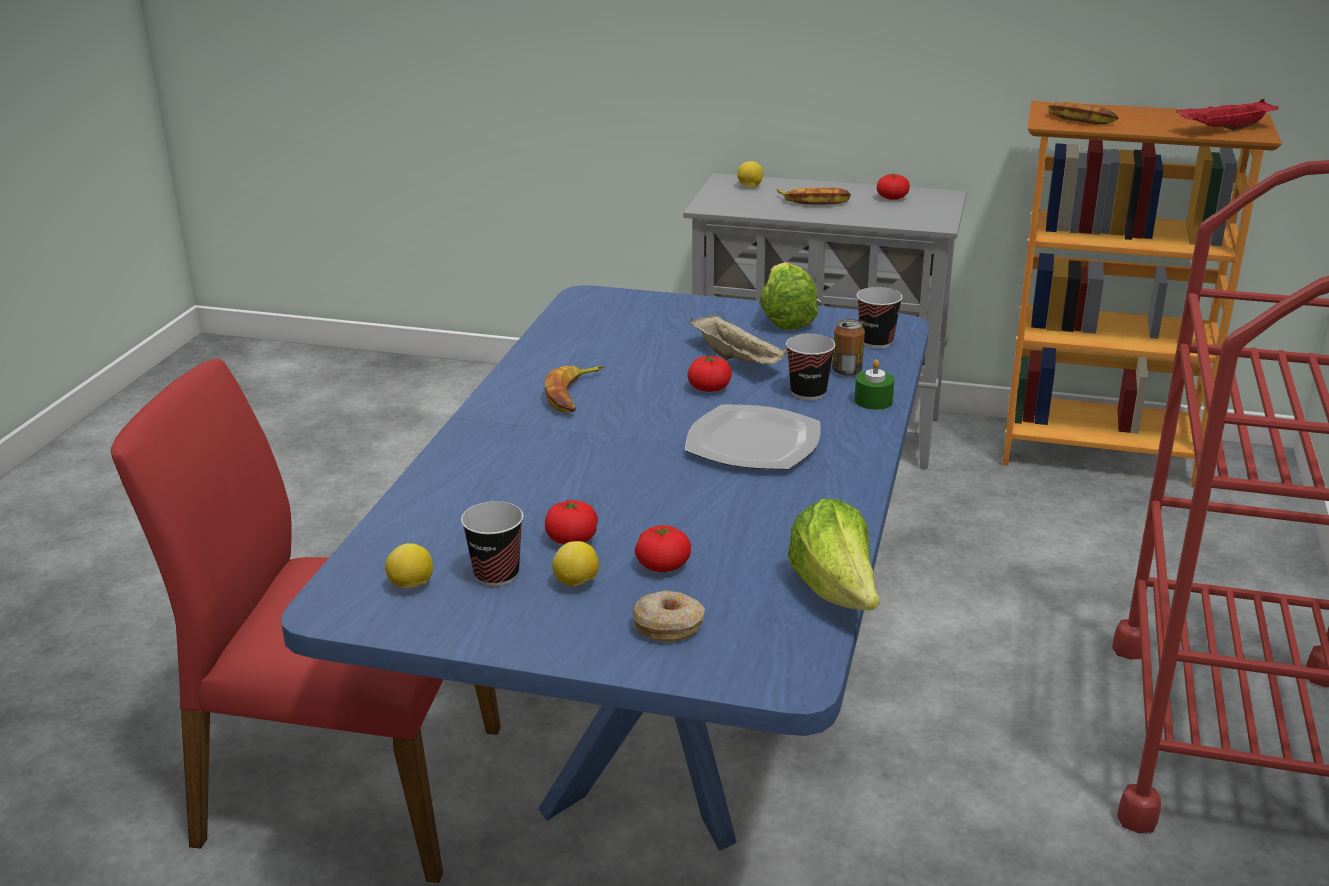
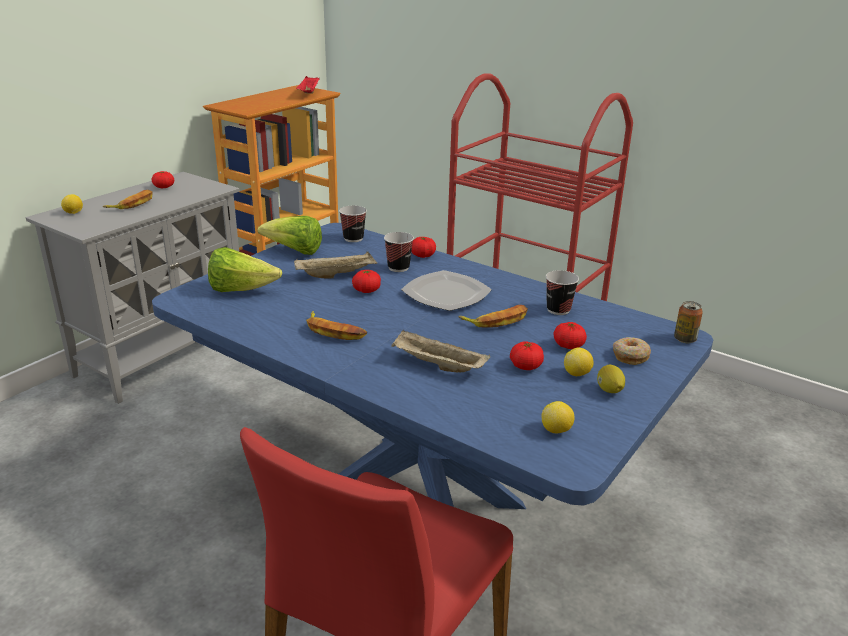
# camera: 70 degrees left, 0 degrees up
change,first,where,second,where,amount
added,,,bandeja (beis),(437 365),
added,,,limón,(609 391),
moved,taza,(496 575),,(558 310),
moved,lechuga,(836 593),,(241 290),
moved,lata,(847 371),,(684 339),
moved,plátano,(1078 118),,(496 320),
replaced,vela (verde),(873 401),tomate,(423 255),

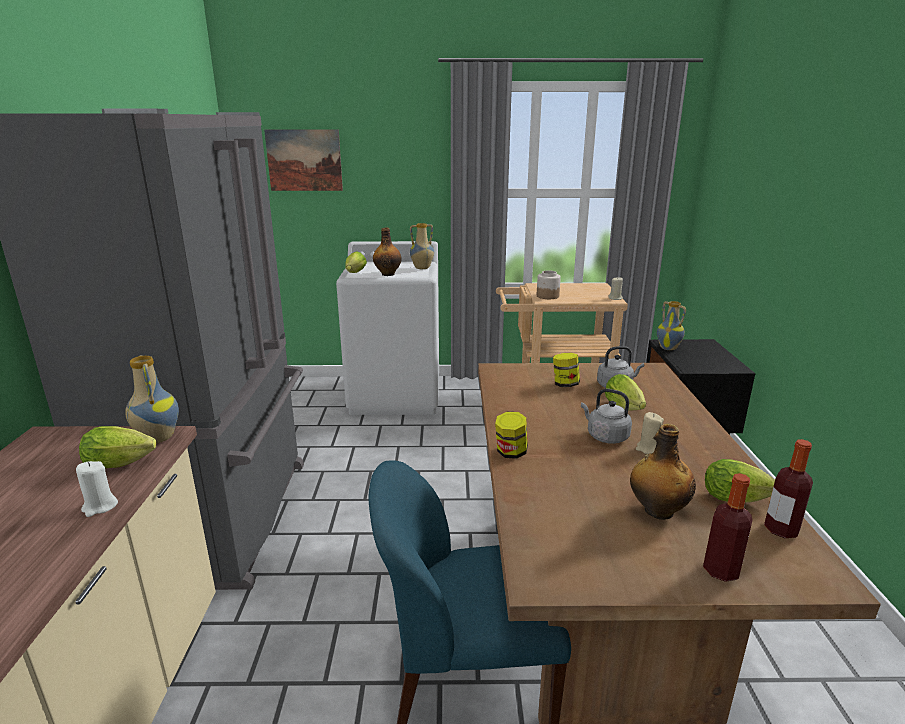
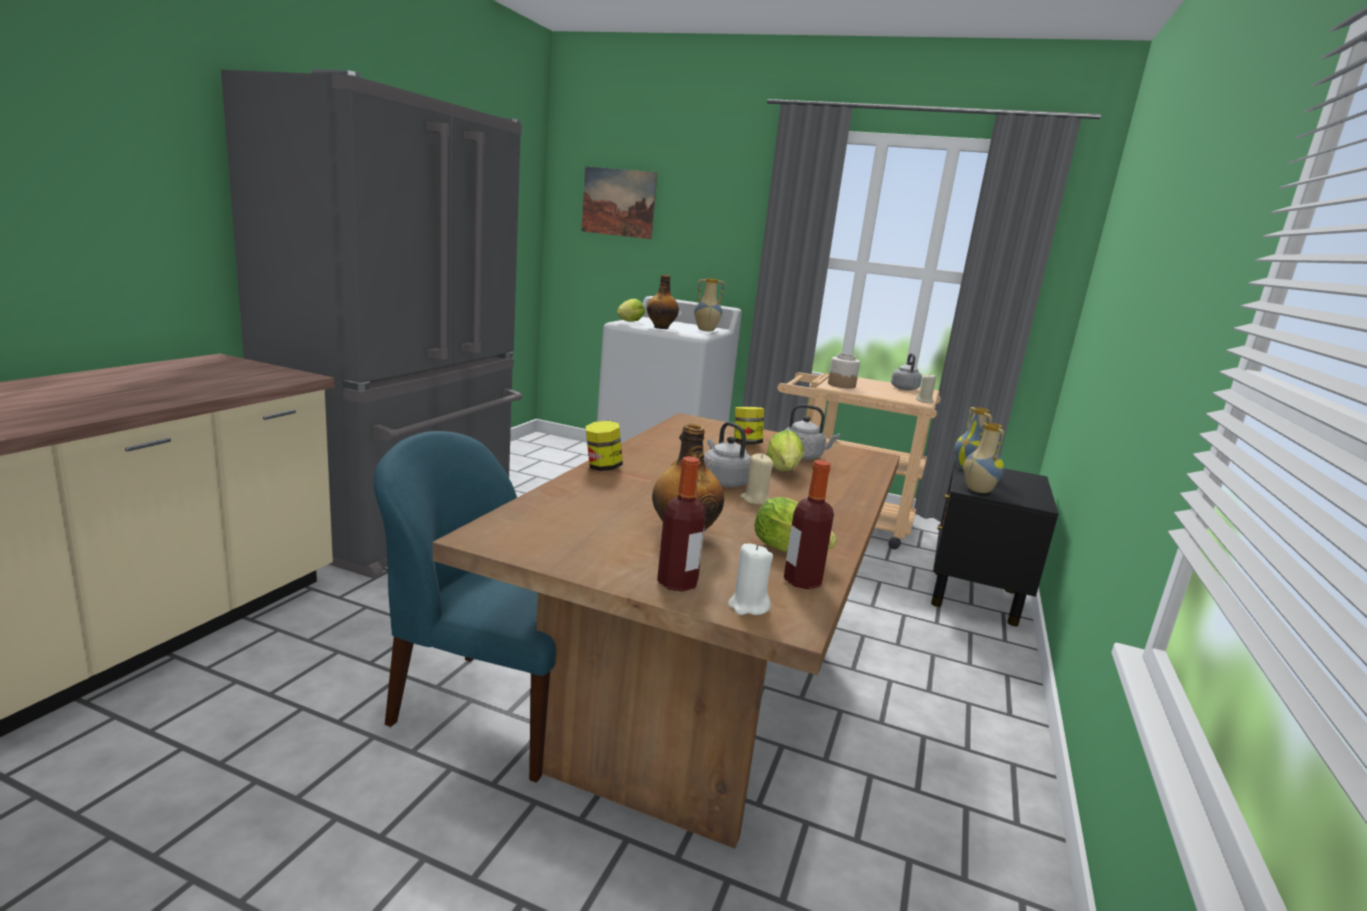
# camera: 20 degrees right, 5 degrees down
change,first,where,second,where,amount
removed,lechuga,(123 464),,,
added,,,hervidor (gris),(904 388),
moved,vela (blanco),(100 507),,(748 606),
moved,florero,(156 438),,(977 490),

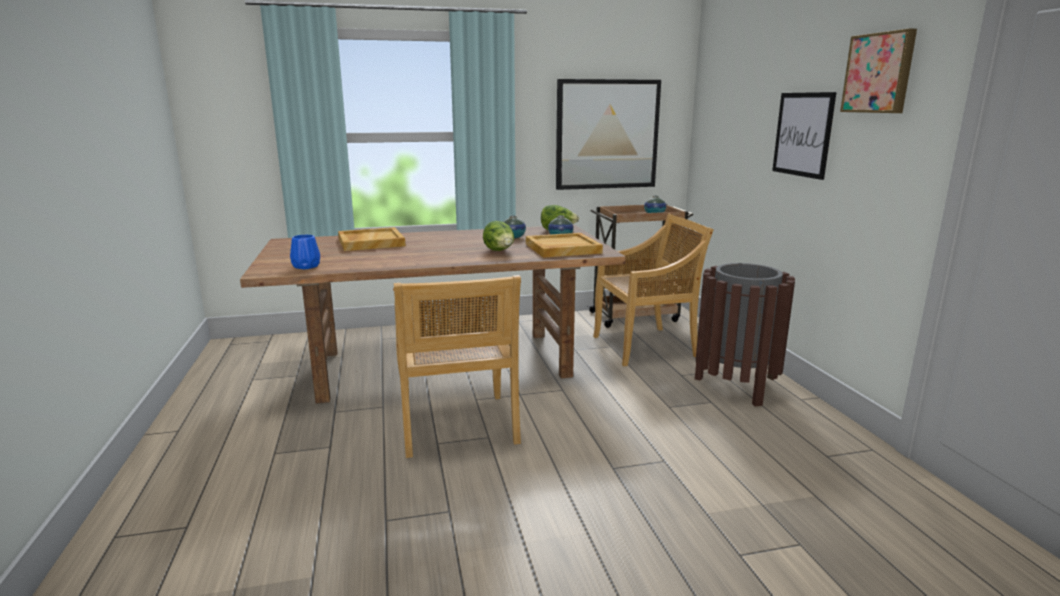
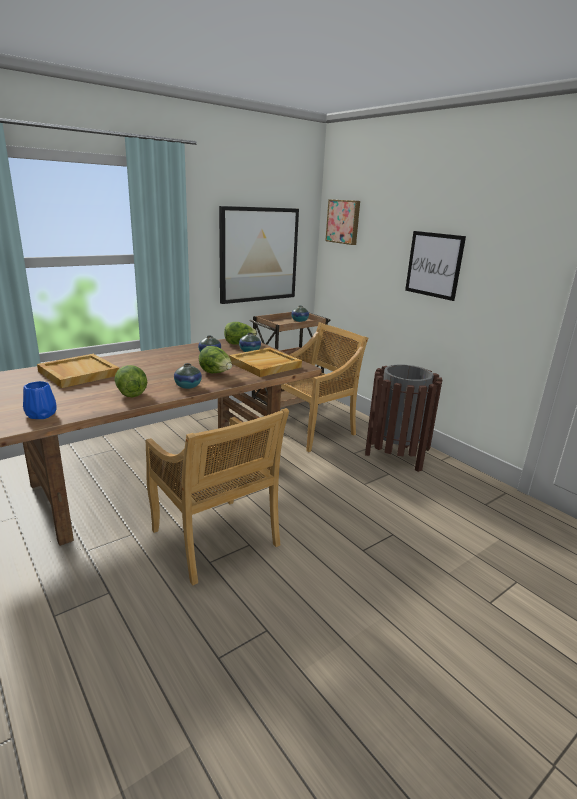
# camera: 25 degrees left, 5 degrees up
change,first,where,second,where,amount
added,,,lechuga,(131 393),
added,,,florero,(188 386),
moved,cuadro,(879 73),,(343 221),

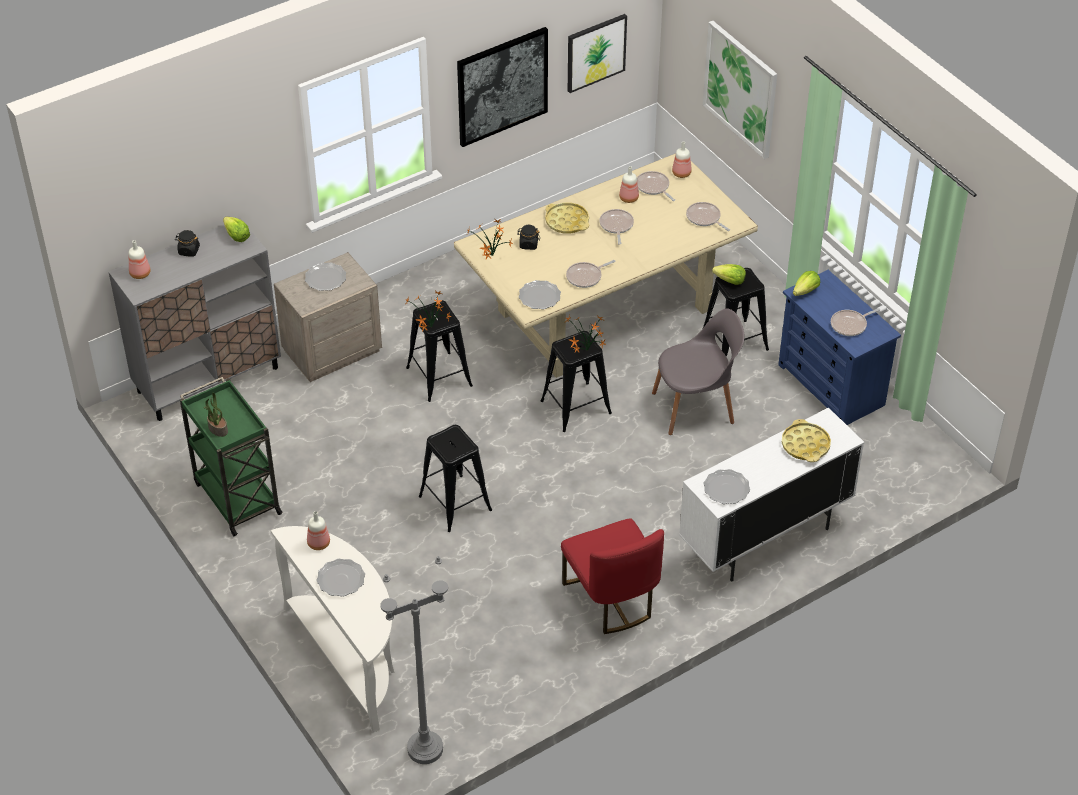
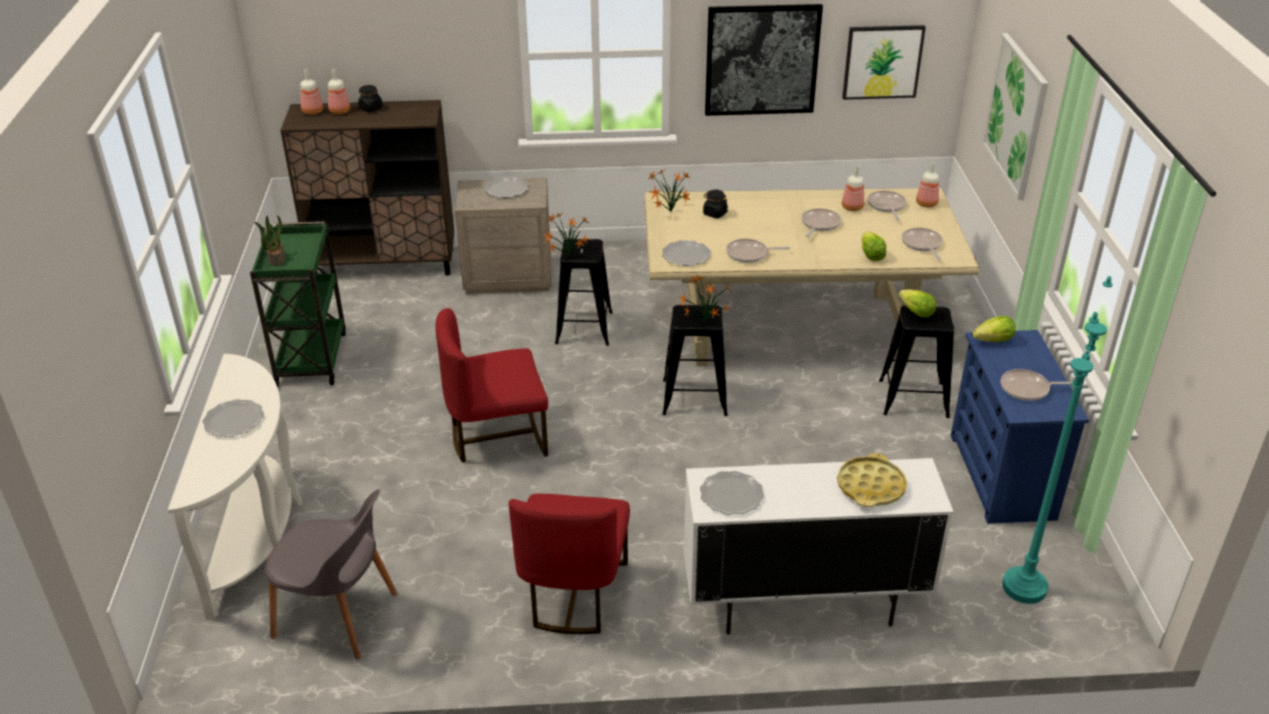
# camera: 30 degrees right, 10 degrees down
change,first,where,second,where,amount
removed,lámpara de pie (gris),(425 748),,,
removed,bandeja (amarillo),(567 221),,,
added,,,lámpara de pie (turquesa),(1024 587),
moved,lechuga,(237 236),,(871 255),
moved,botella,(318 544),,(339 111),
moved,silla (gris),(695 407),,(338 616),
replaced,taburete (negro),(455 503),silla (rojo),(498 437),
recoloured,armario (gris),(208 379),armario (marrón),(385 264),

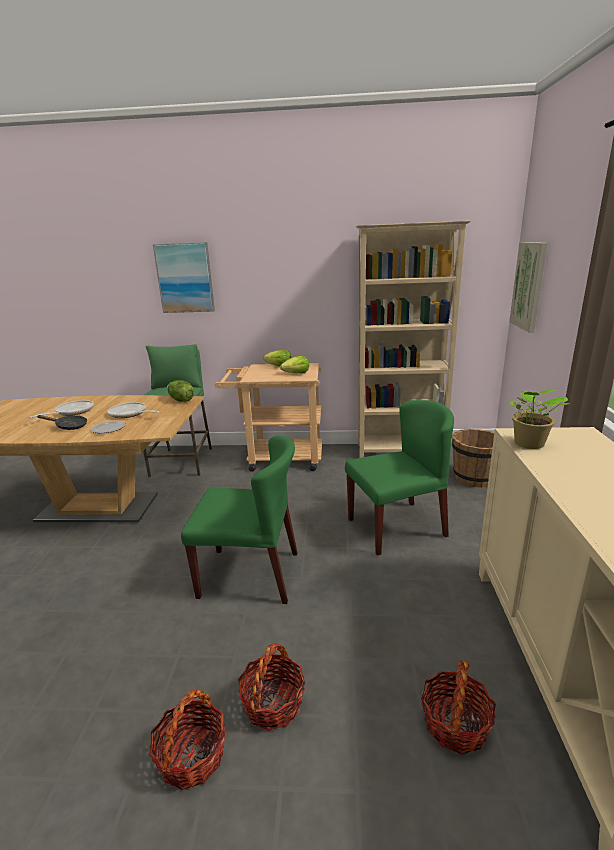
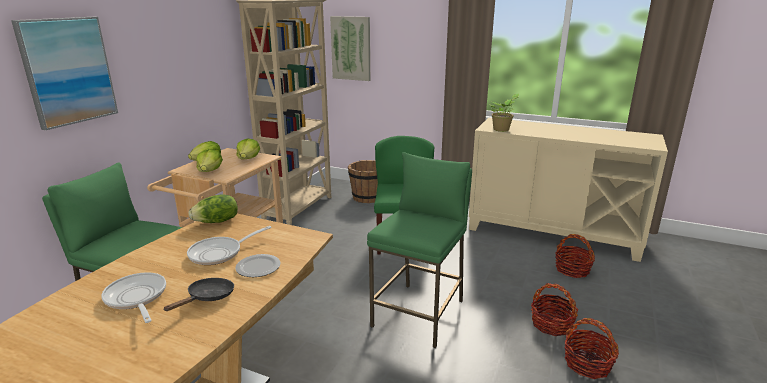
# camera: 70 degrees left, 0 degrees up
change,first,where,second,where,amount
added,,,lechuga,(210 171),
replaced,silla (verde),(250 574),taburete (verde),(419 313),

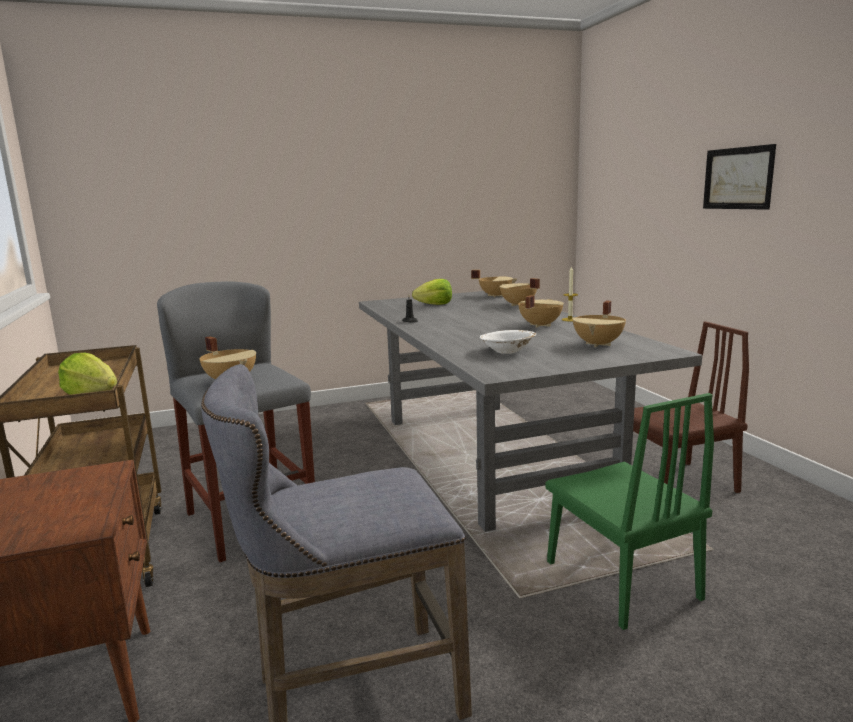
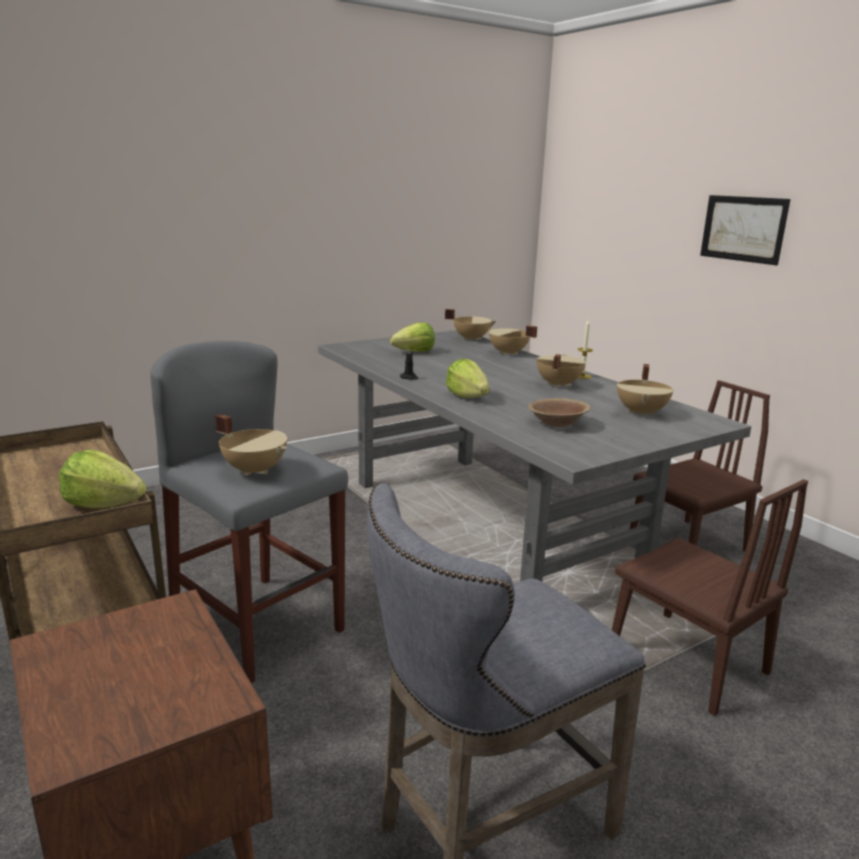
# camera: 15 degrees left, 5 degrees up
change,first,where,second,where,amount
added,,,lechuga,(468 397),
recoloured,cuenco (blanco),(507 351),cuenco (marrón),(557 423),
recoloured,silla (verde),(621 580),silla (marrón),(687 660),

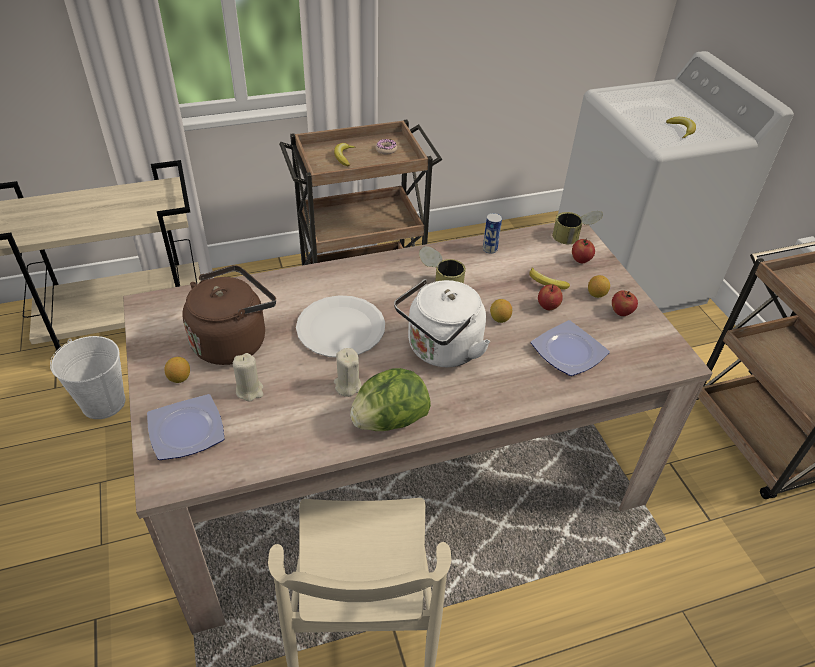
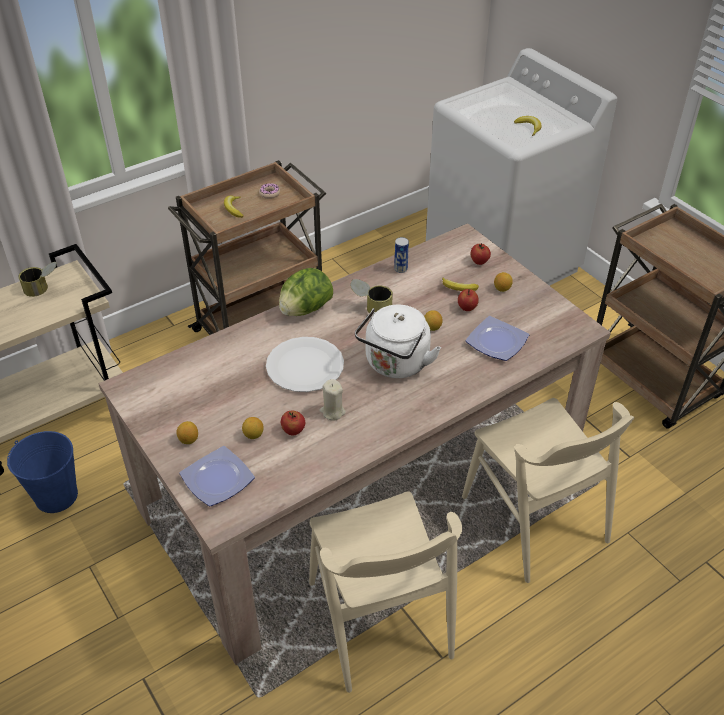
# camera: 15 degrees left, 0 degrees up
change,first,where,second,where,amount
removed,hervidor (marrón),(233 341),,,
added,,,silla (beis),(534 519),
moved,lechuga,(389 420),,(305 309),
moved,lata,(573 237),,(43 288),
moved,manzana,(621 312),,(293 431),
replaced,vela (beis),(249 390),limón,(253 435),
recoloured,cubo (blanco),(103 402),cubo (azul),(56 495),

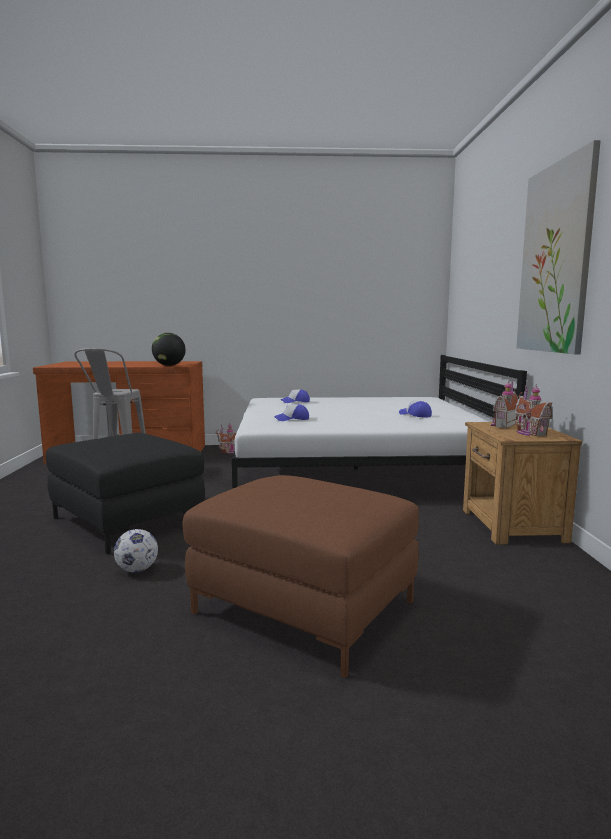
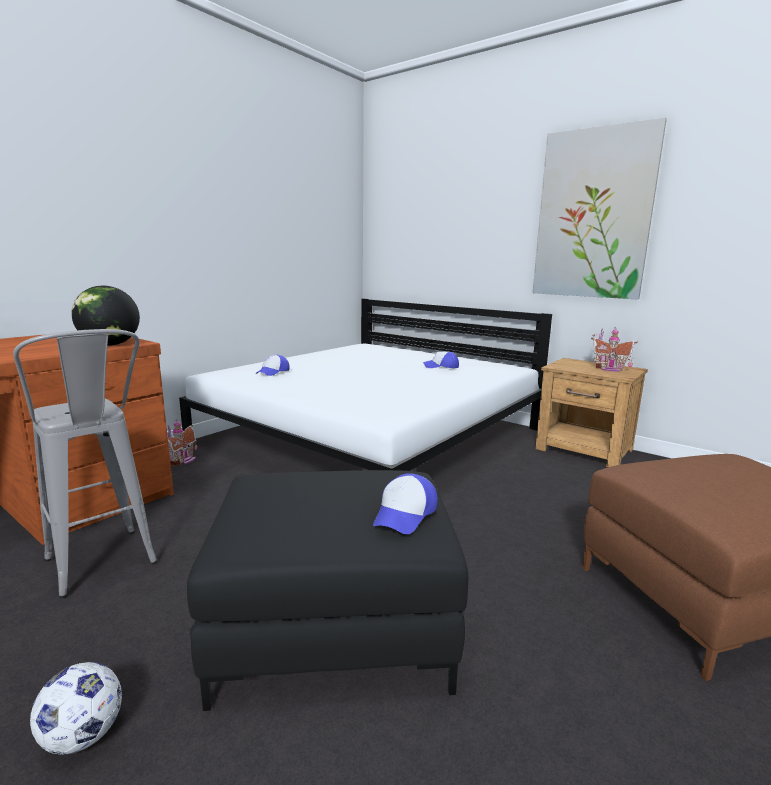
# camera: 50 degrees left, 5 degrees up
change,first,where,second,where,amount
removed,casita,(502 425),,,
moved,balón de fútbol,(137 570),,(83 736),
moved,gorra,(292 419),,(405 514),

